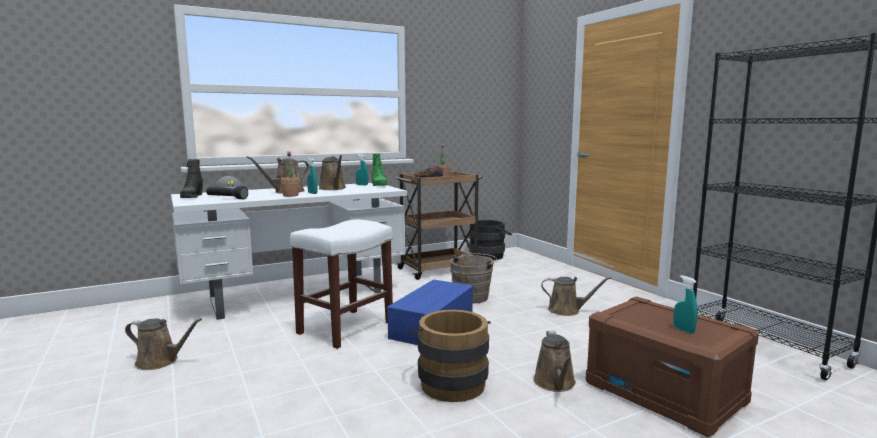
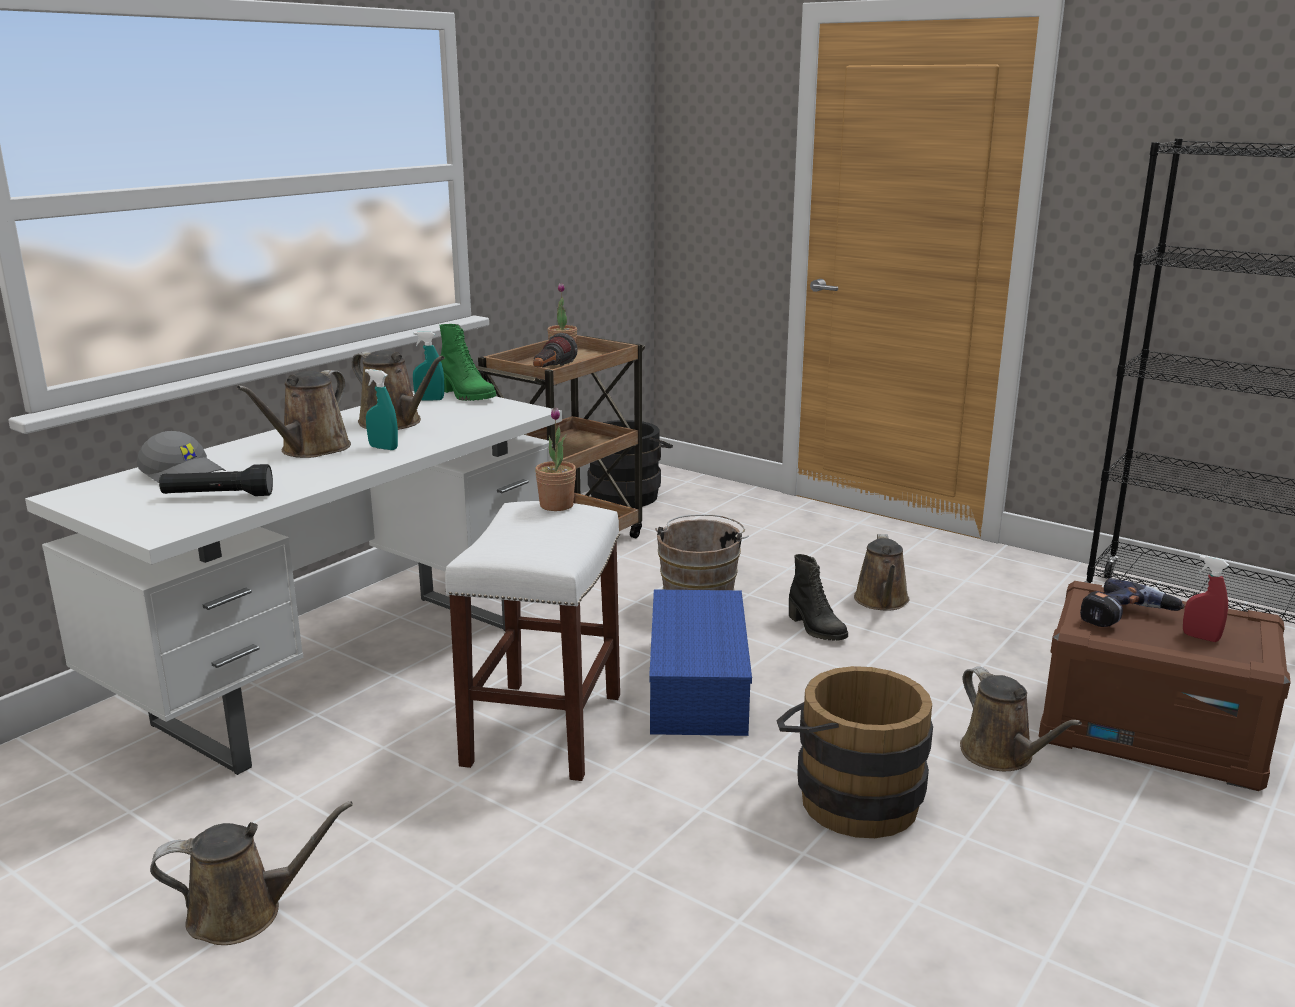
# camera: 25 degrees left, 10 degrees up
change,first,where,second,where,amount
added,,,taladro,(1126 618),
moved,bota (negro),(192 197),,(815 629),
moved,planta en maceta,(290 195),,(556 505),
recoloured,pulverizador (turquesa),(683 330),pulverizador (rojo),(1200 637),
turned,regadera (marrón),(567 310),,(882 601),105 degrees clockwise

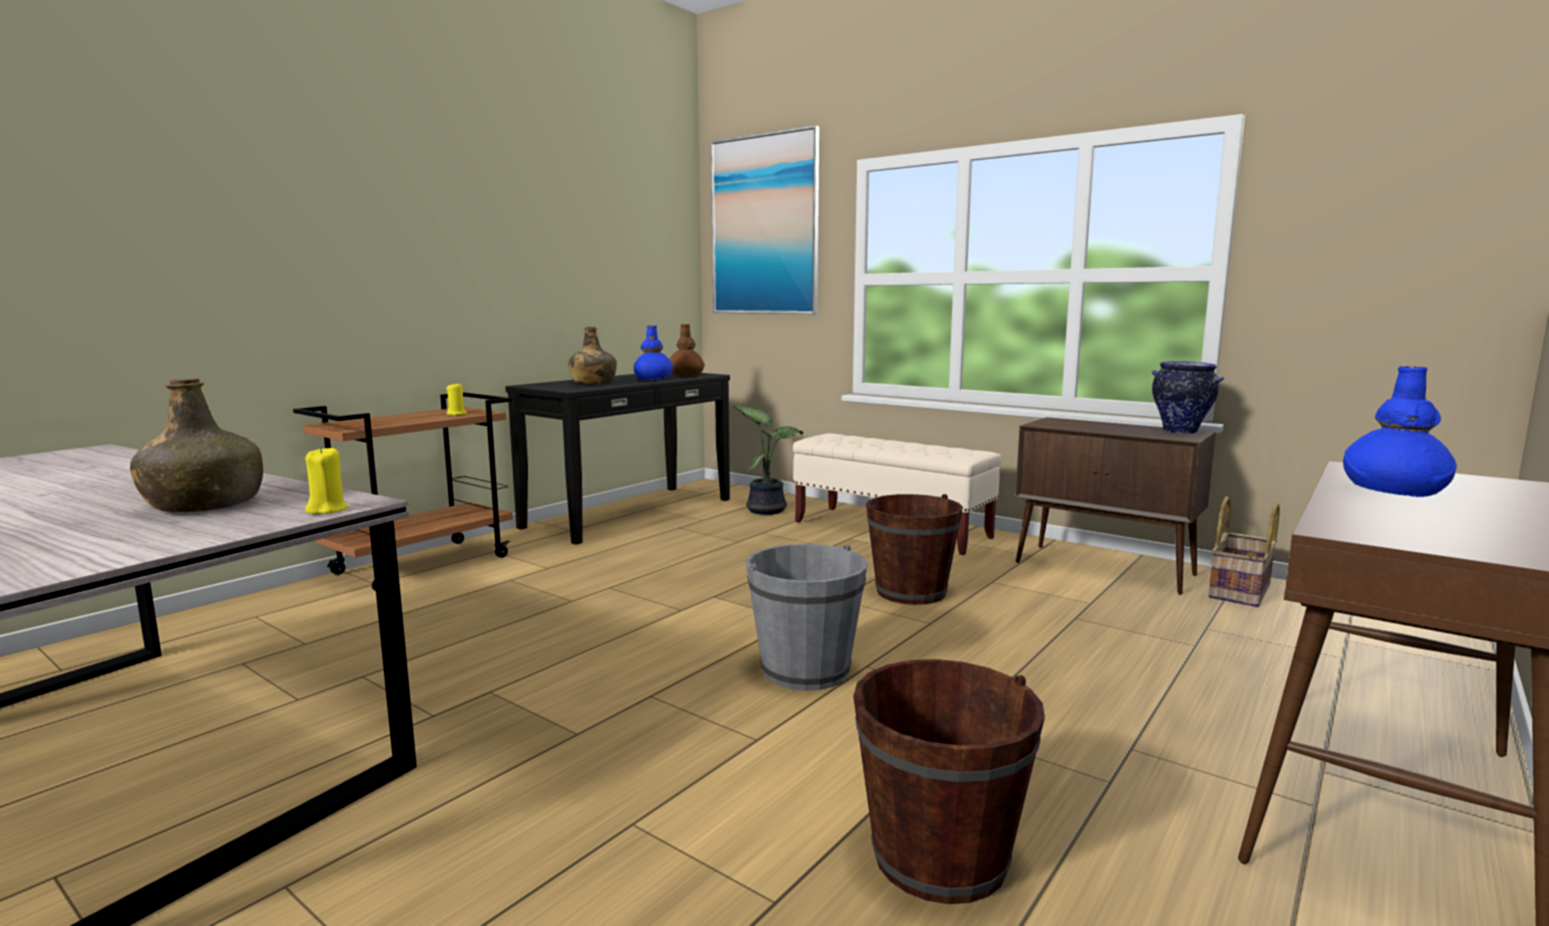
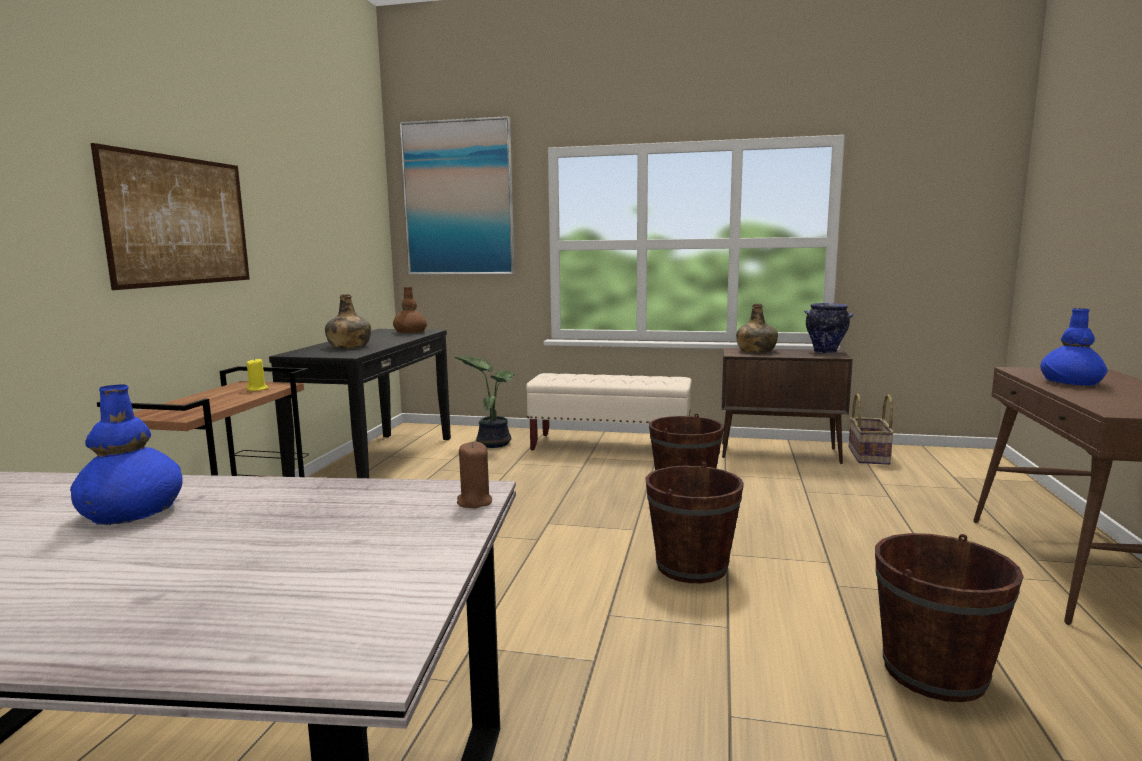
# camera: 25 degrees left, 0 degrees up
change,first,where,second,where,amount
added,,,cuadro,(180 221),
moved,botella (verde),(205 505),,(755 351),
moved,florero (azul),(653 379),,(132 512),
recoloured,vela (amarillo),(327 510),vela (marrón),(474 502),
recoloured,cubo (gris),(805 670),cubo (marrón),(692 566),

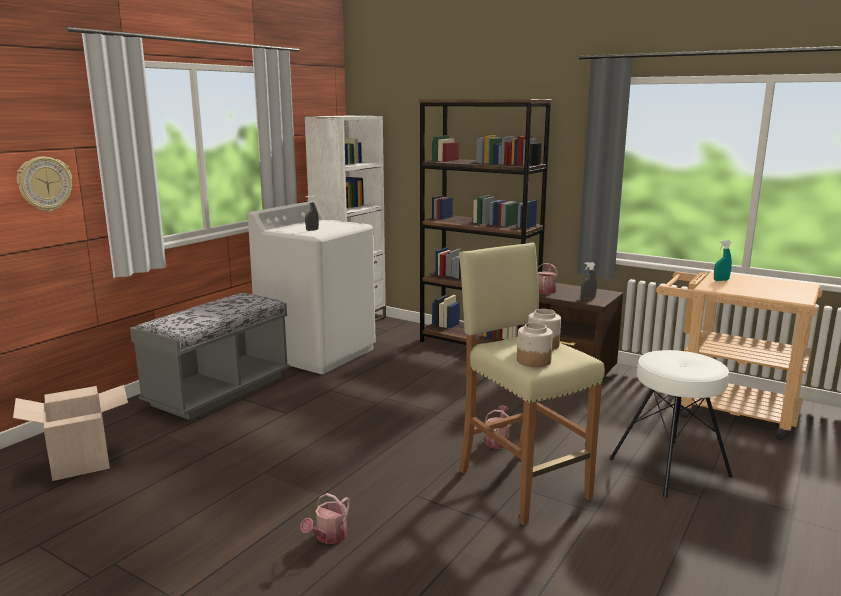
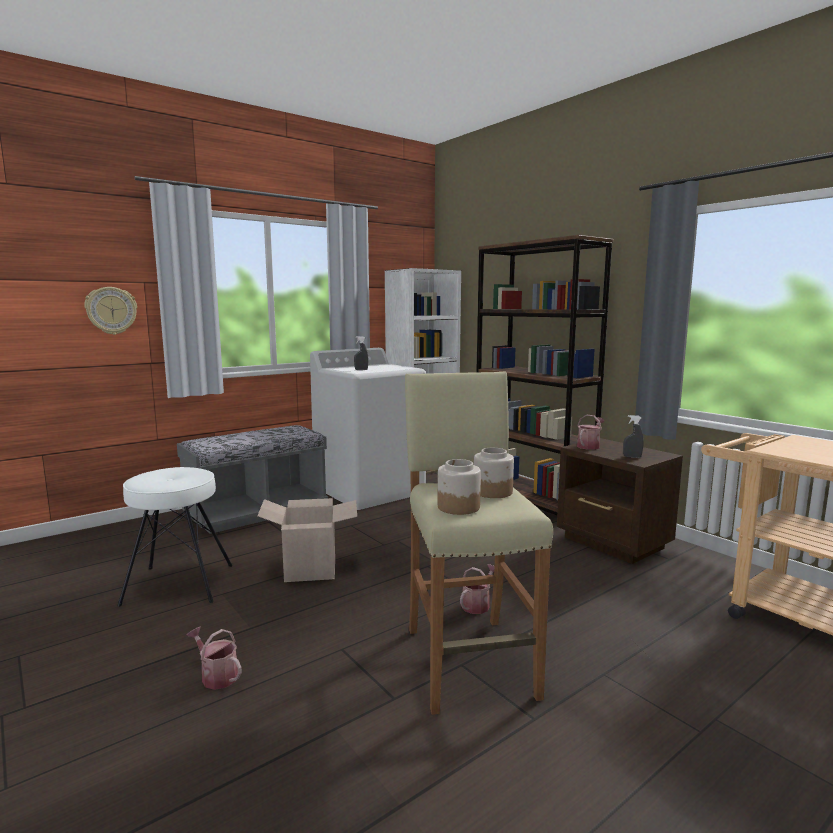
# camera: 20 degrees right, 5 degrees down
change,first,where,second,where,amount
removed,pulverizador (turquesa),(721 280),,,
moved,caja de cartón,(81 463),,(310 570),
moved,taburete (blanco),(670 468),,(179 585),
turned,regadera,(328 537),,(216 675),75 degrees clockwise

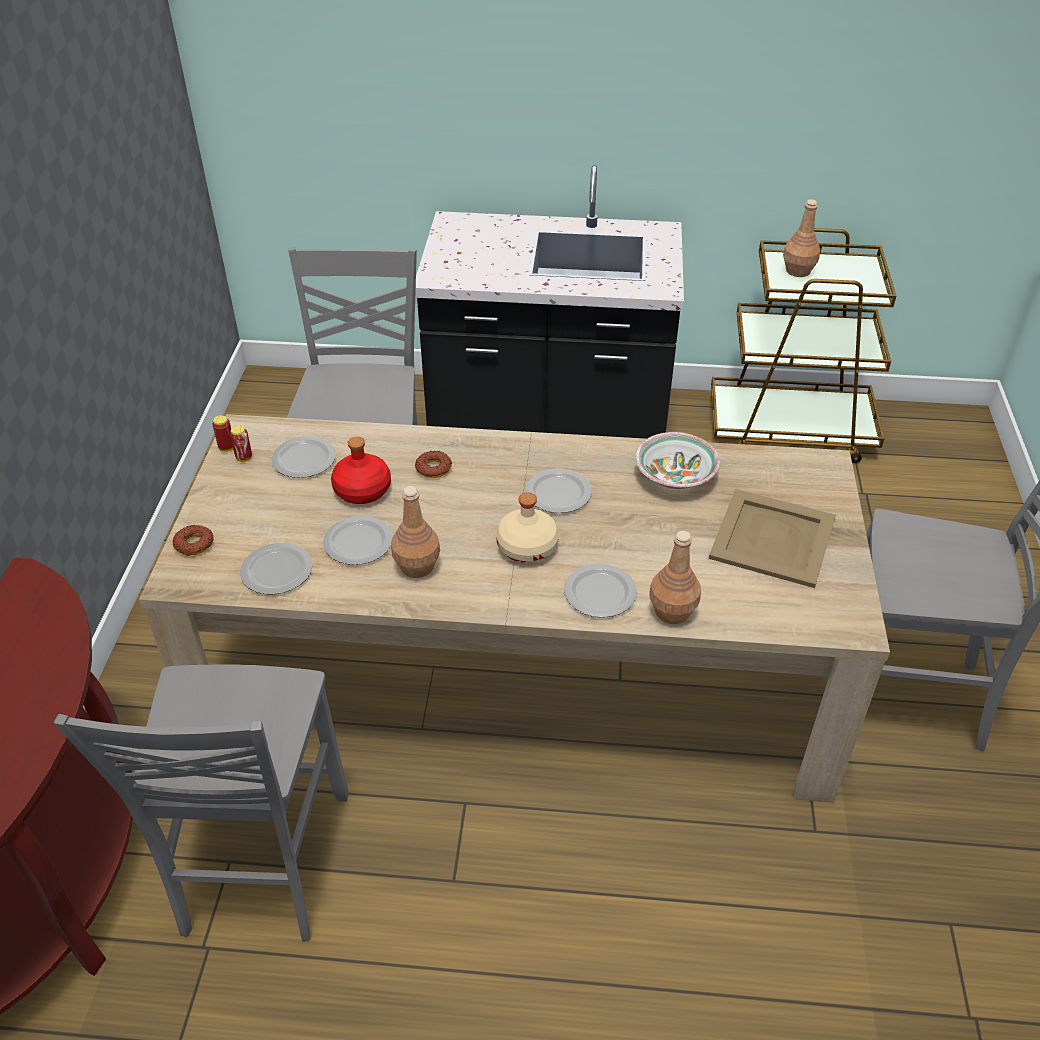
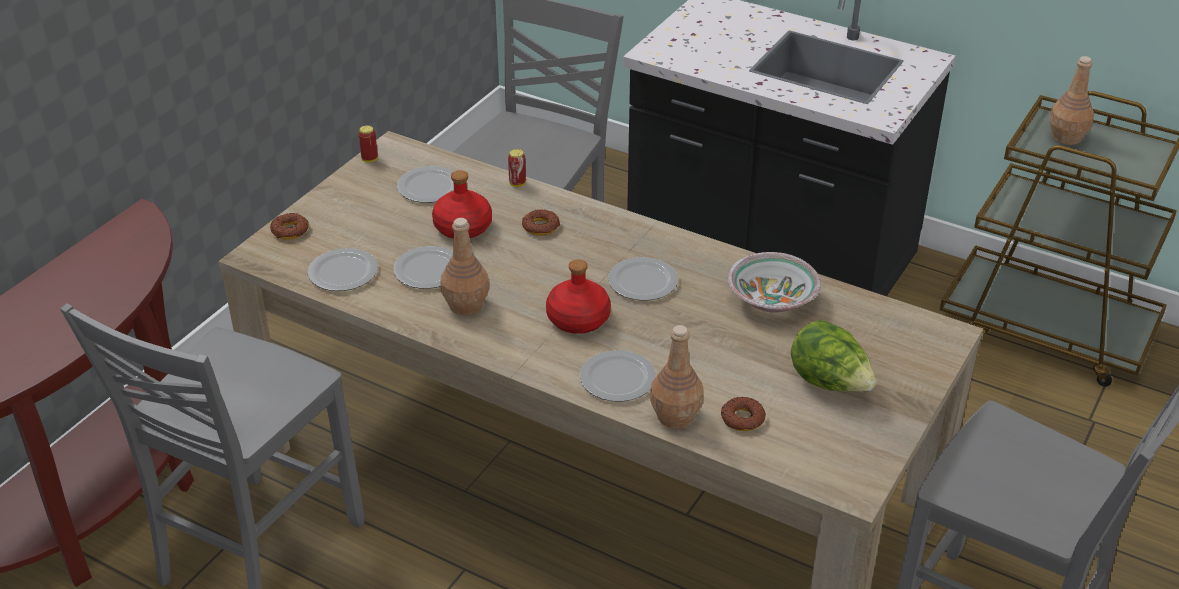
# camera: 25 degrees right, 5 degrees down
change,first,where,second,where,amount
added,,,rosquilla,(742 419),
moved,lata,(244 458),,(517 183),
replaced,bandeja (beis),(772 537),lechuga,(830 383),
recoloured,botella (beis),(528 547),botella (rojo),(579 319),

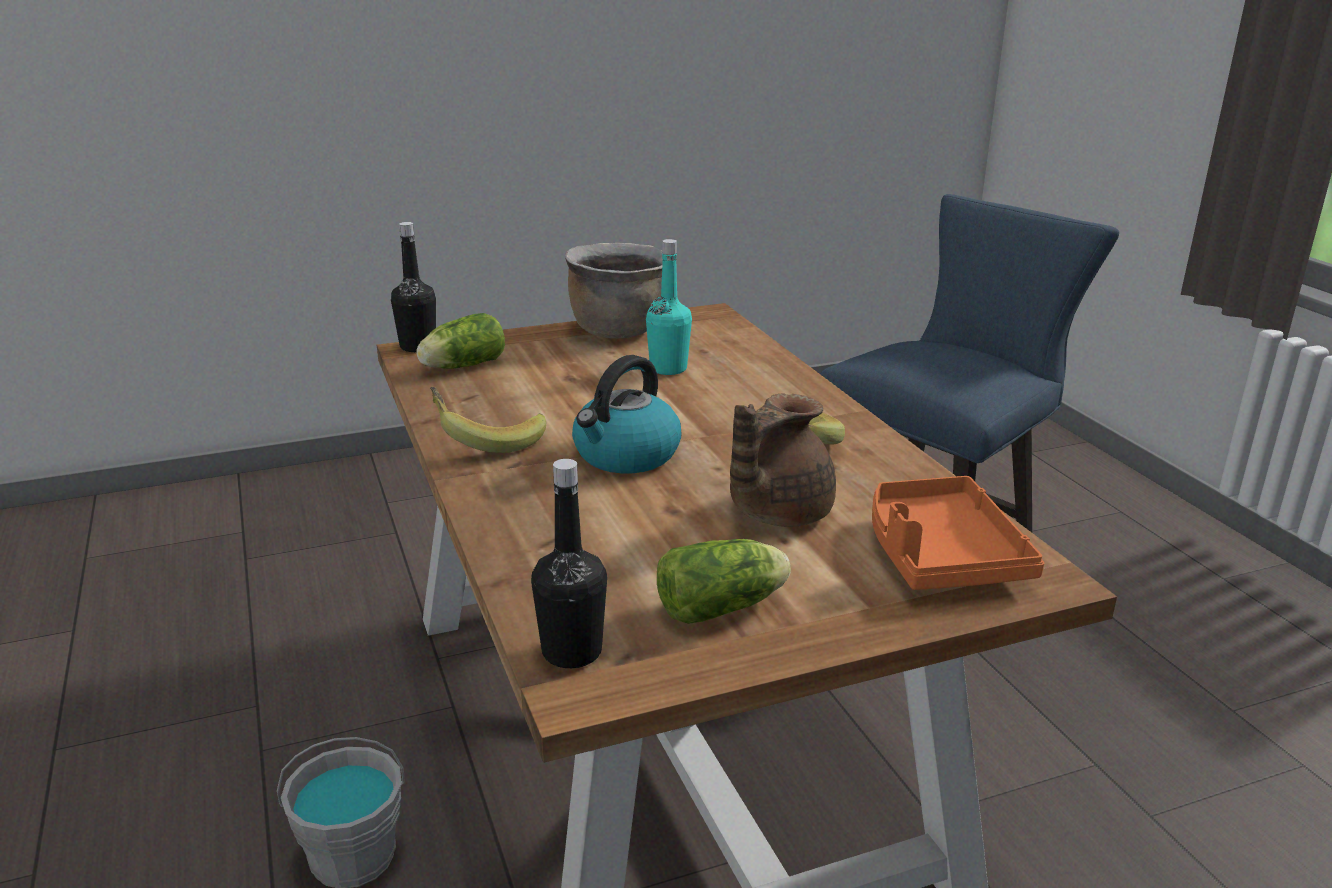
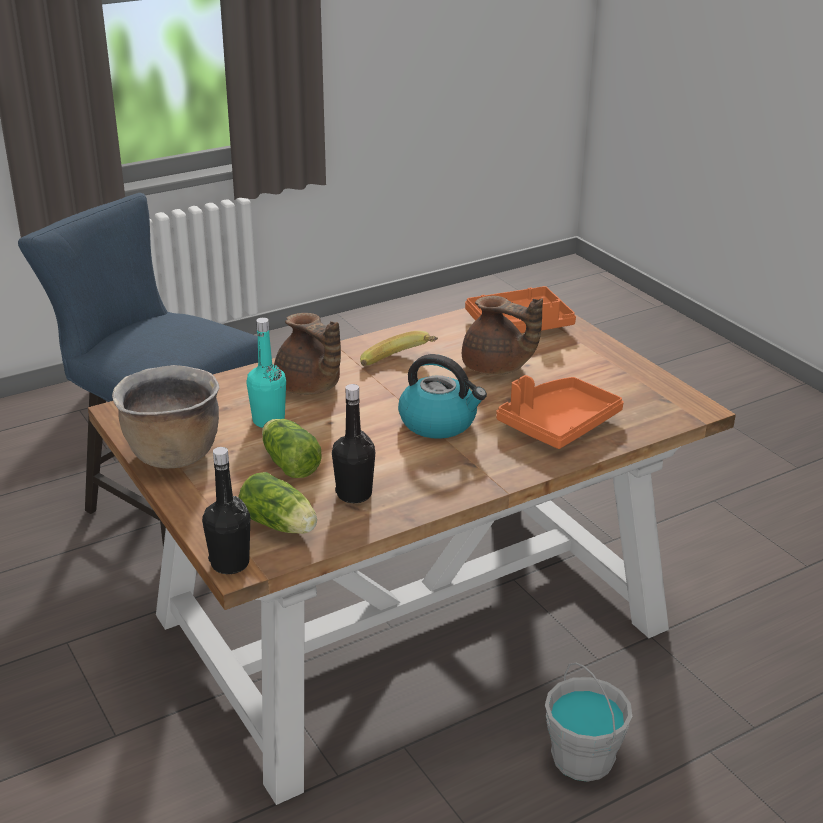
# camera: 100 degrees left, 5 degrees up
change,first,where,second,where,amount
removed,plátano,(487 440),,,
added,,,tetera (marrón),(309 387),
added,,,bandeja (naranja),(558 424),
moved,botella (negro),(572 652),,(354 494),
moved,lechuga,(724 607),,(289 462),

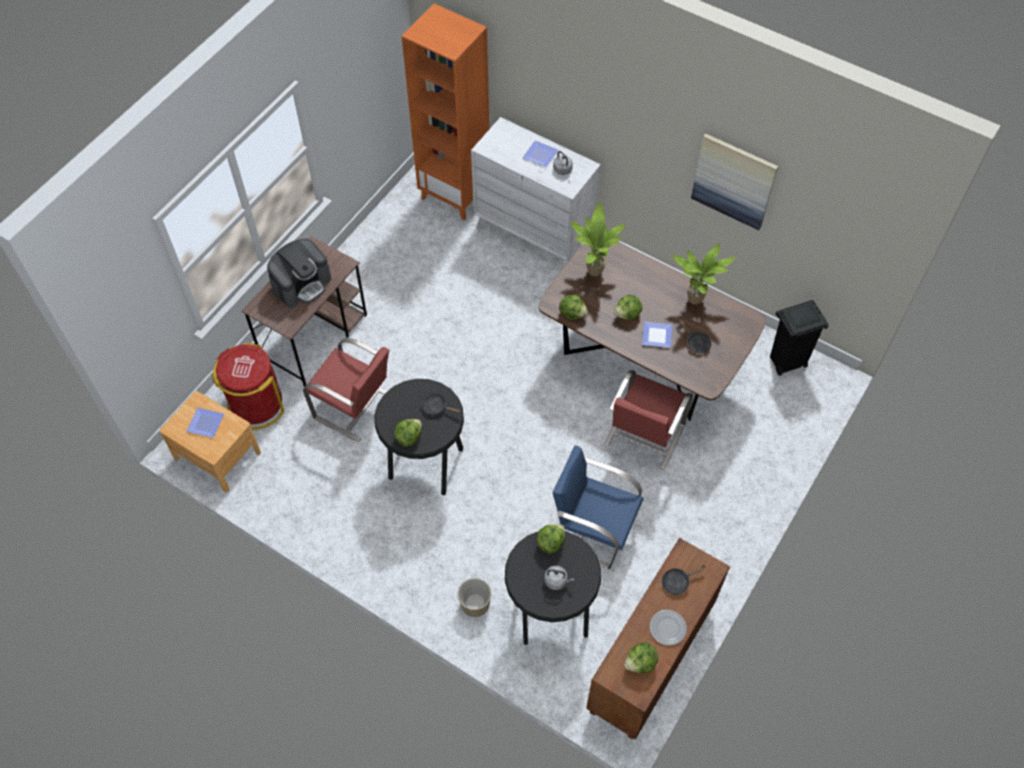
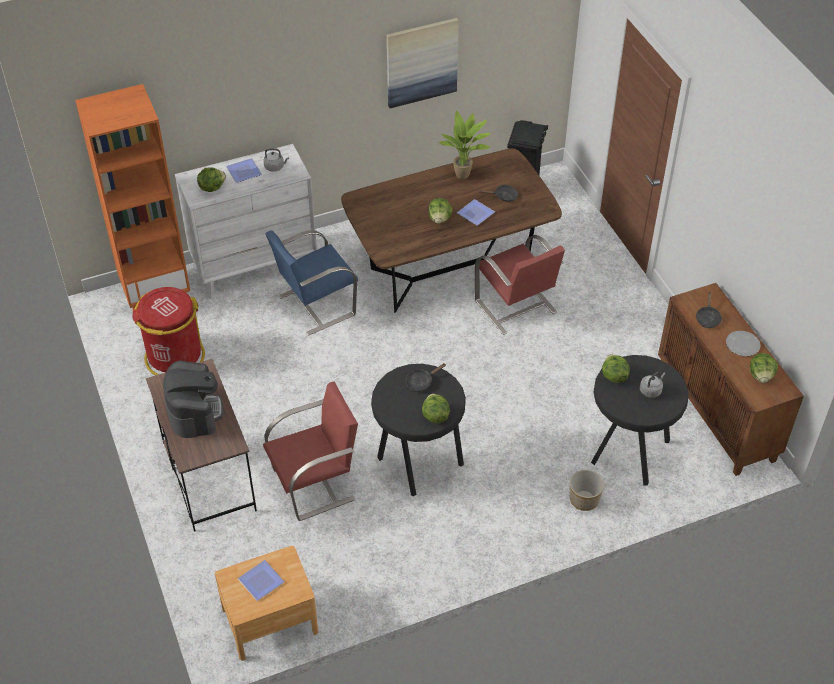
# camera: 55 degrees left, 10 degrees down
change,first,where,second,where,amount
removed,planta en maceta,(592 271),,,
moved,papelera (rojo),(256 405),,(174 357),
moved,silla (azul),(593 529),,(315 305),
moved,lechuga,(572 313),,(212 187),

